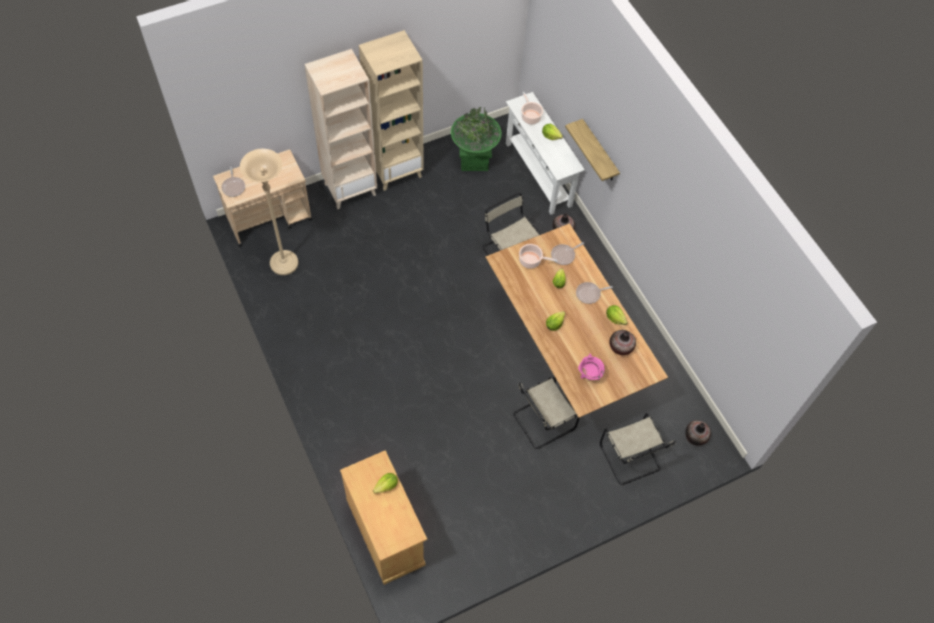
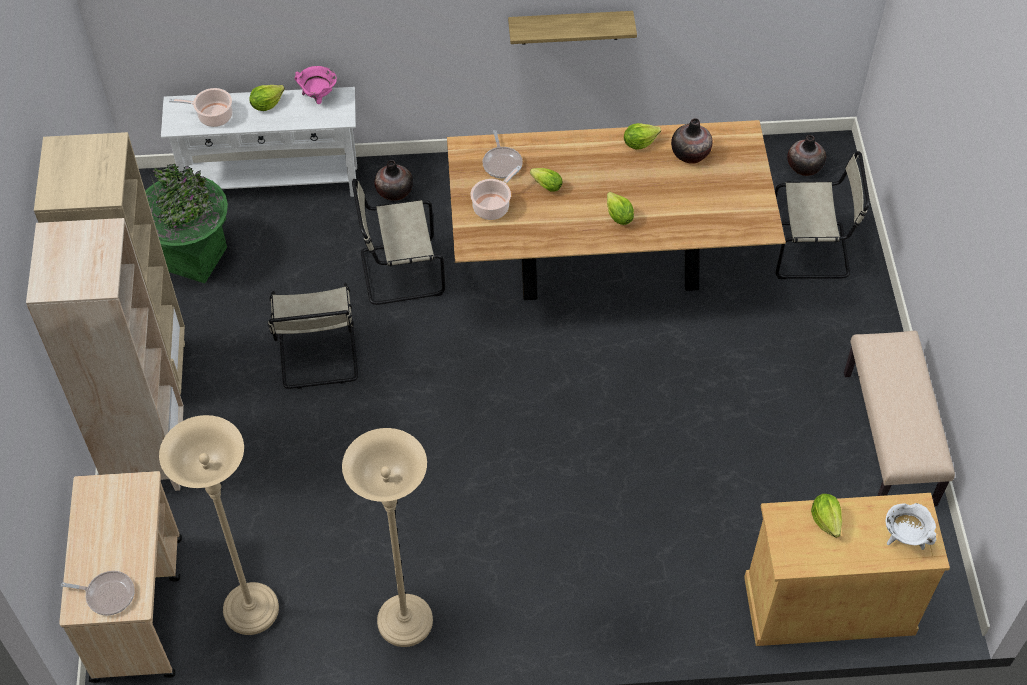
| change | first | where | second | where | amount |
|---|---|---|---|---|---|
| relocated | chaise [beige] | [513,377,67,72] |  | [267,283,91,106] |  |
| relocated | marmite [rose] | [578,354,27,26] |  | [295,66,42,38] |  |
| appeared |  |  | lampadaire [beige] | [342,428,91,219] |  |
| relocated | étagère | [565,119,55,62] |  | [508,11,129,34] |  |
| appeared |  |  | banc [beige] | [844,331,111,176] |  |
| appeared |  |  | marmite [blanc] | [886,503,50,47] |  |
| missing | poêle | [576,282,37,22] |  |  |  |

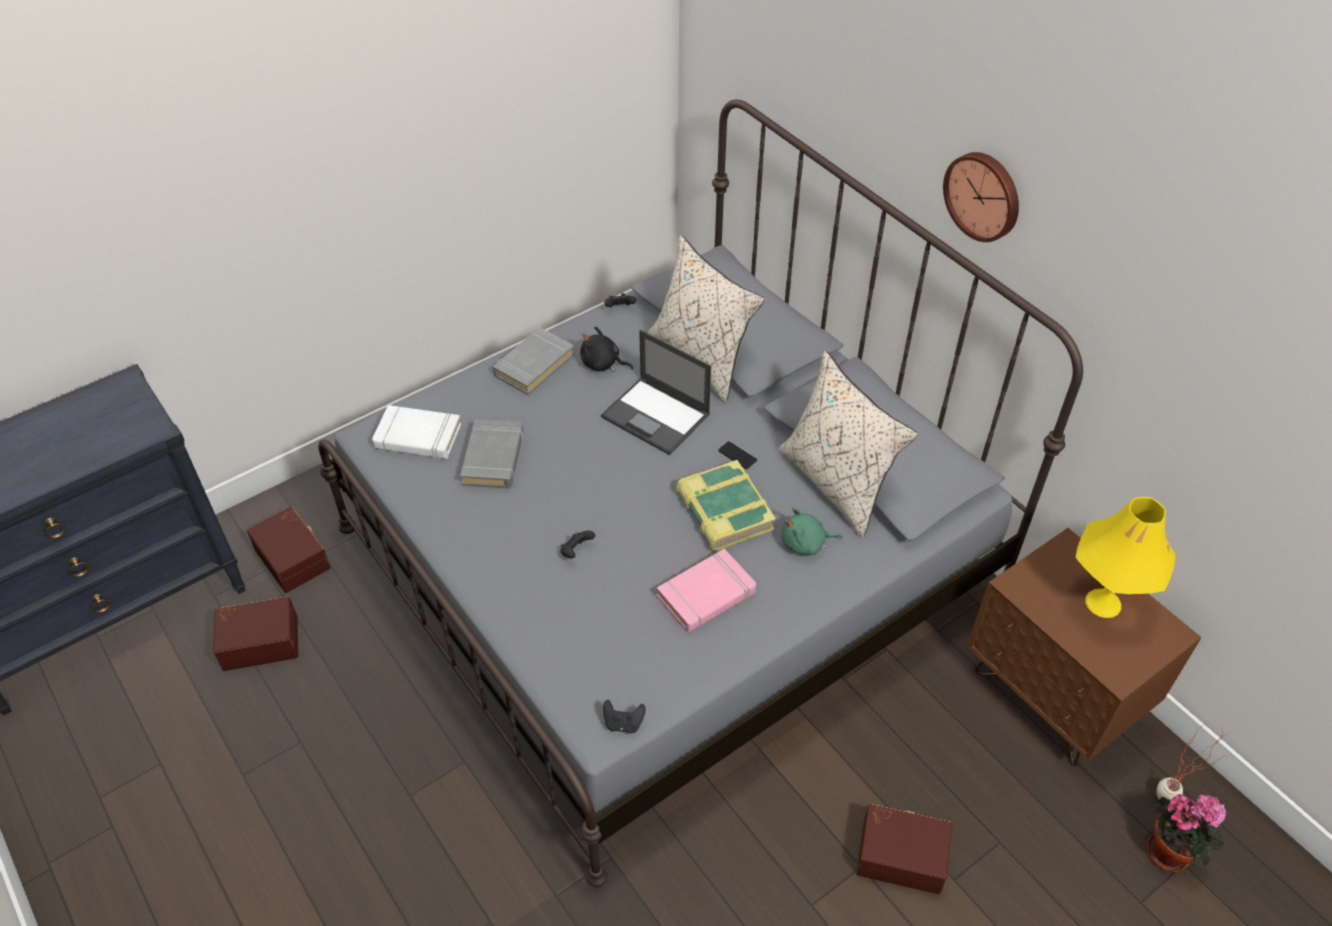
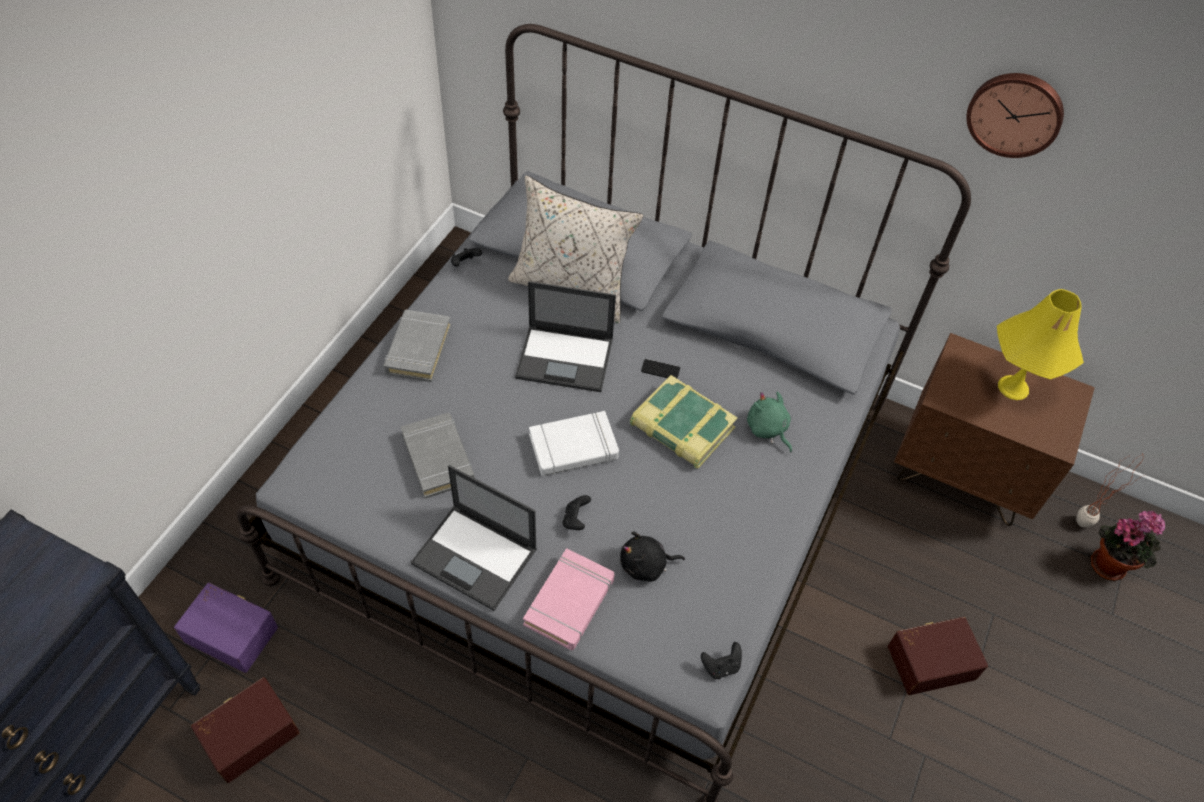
| change | first | where | second | where | amount |
|---|---|---|---|---|---|
| colour | boîte de rangement [marron] | [247,507,84,86] | boîte de rangement [violet] | [174,583,104,90] |  |
| appeared |  |  | ordinateur portable | [411,465,126,146] |  |
| relocated | livre [rose] | [657,549,99,84] |  | [523,548,92,102] |  |
| relocated | livre [blanc] | [372,405,89,54] |  | [529,411,90,65] |  |
| relocated | peluche [noir] | [580,327,53,45] |  | [620,532,65,50] |  |
| spun | peluche [vert] | [781,507,62,48] |  | [747,392,45,60] | 90 degrees clockwise |
| relocated | horloge murale | [943,152,76,90] |  | [966,73,98,85] |  |
| missing | coussin [beige] | [779,351,139,187] |  |  |  |

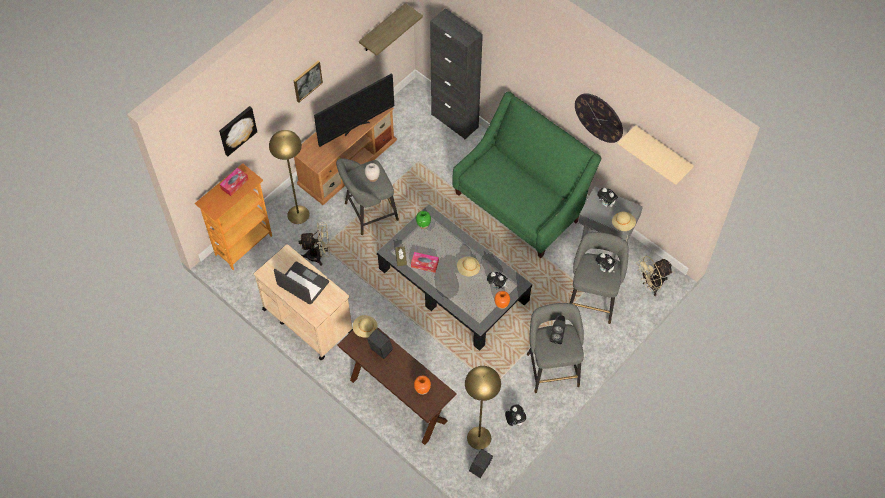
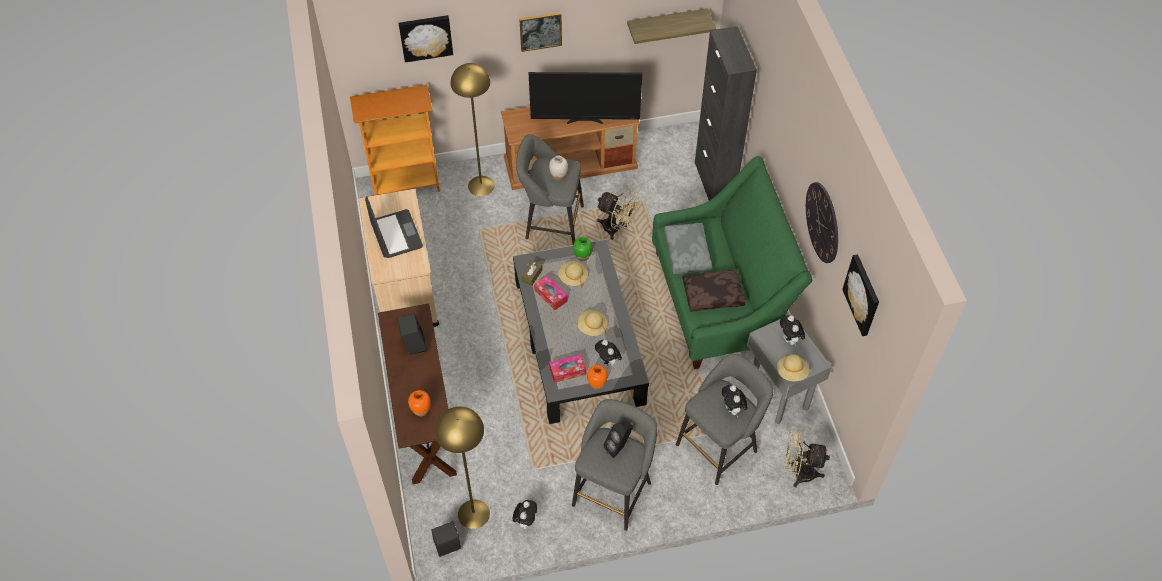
| change | first | where | second | where | amount |
|---|---|---|---|---|---|
| relocated | boîte à mouchoirs | [220,168,28,28] |  | [549,355,37,28] |  |
| relocated | chapeau [beige] | [353,315,24,23] |  | [558,261,30,27] |  |
| relocated | ventilateur [beige] | [299,222,31,44] |  | [596,188,43,52] |  |
| appeared |  |  | coussin [gris] | [664,223,48,51] |  |
| appeared |  |  | coussin [marron] | [683,269,63,43] |  |
| exchanged | étagère [beige] | [617,125,77,60] | tableau | [842,254,37,82] |  |

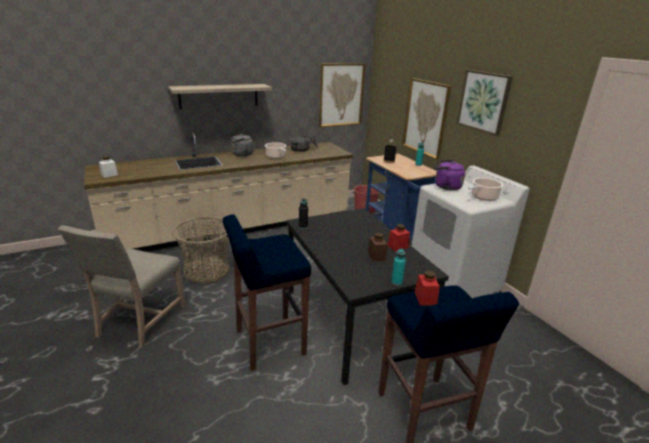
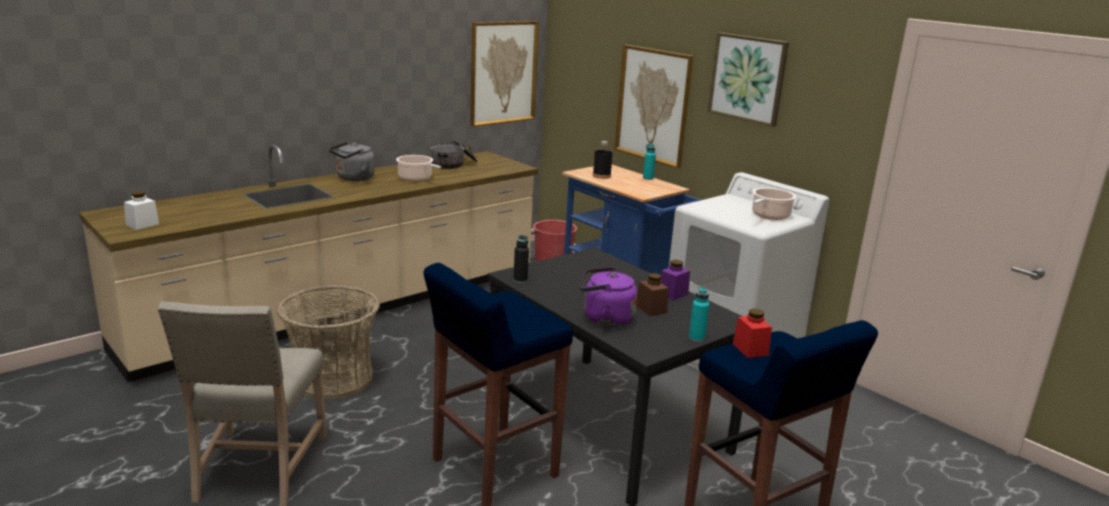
| change | first | where | second | where | amount |
|---|---|---|---|---|---|
| relocated | bouilloire [violet] | [434,160,31,30] |  | [580,267,57,60] |  |
| colour | bocal [rouge] | [387,224,23,27] | bocal [violet] | [661,260,29,41] |  |
| missing | étagère | [168,84,104,25] |  |  |  |

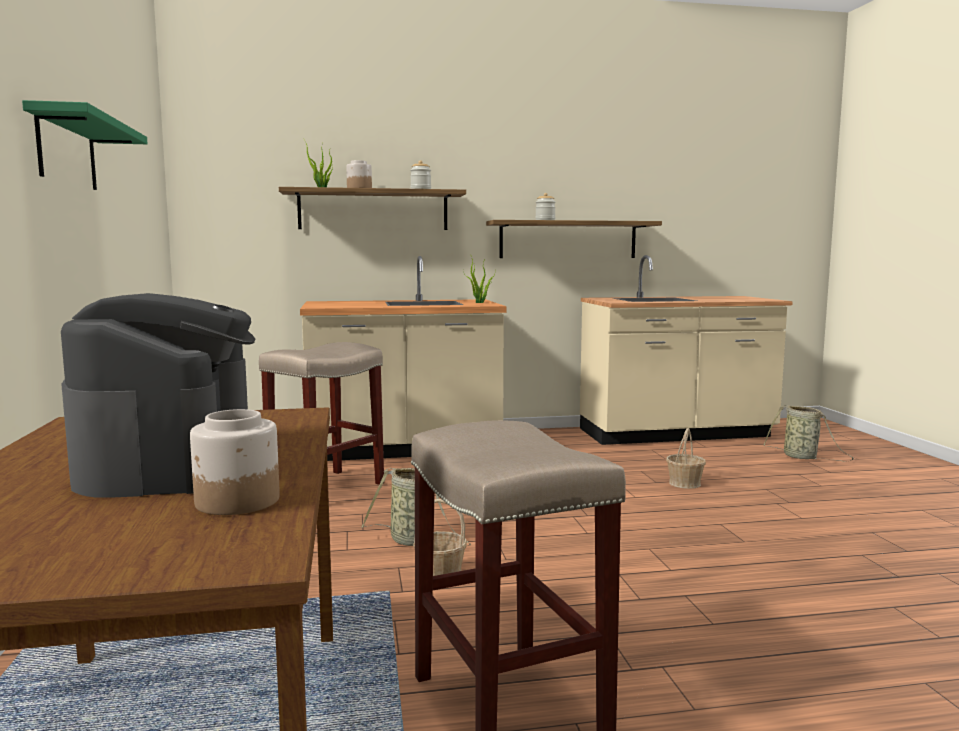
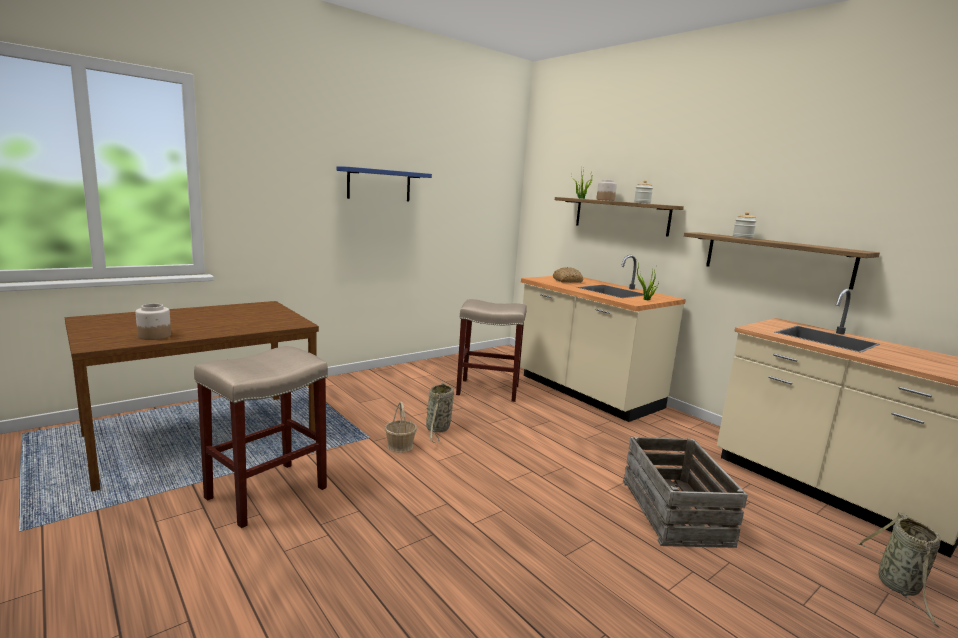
| change | first | where | second | where | amount |
|---|---|---|---|---|---|
| colour | étagère [vert] | [22,100,126,90] | étagère [bleu] | [336,166,96,35] |  |
| appeared |  |  | pain | [553,267,31,16] |  |
| exchanged | panier | [666,428,40,61] | caisse | [623,437,125,111] |  |
| missing | machine à café | [61,293,194,205] |  |  |  |

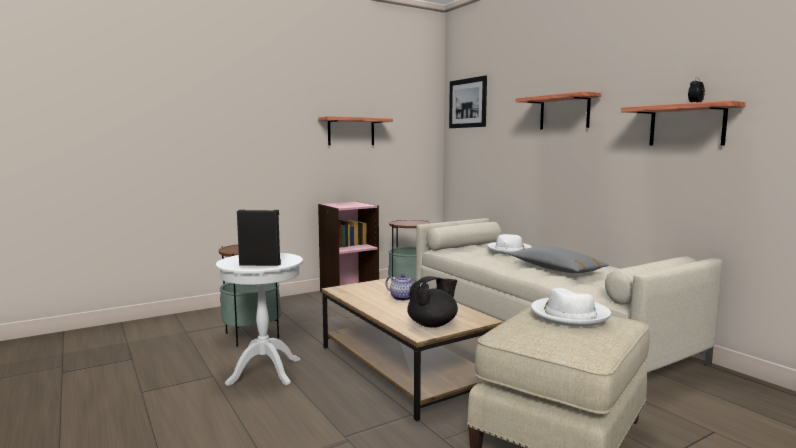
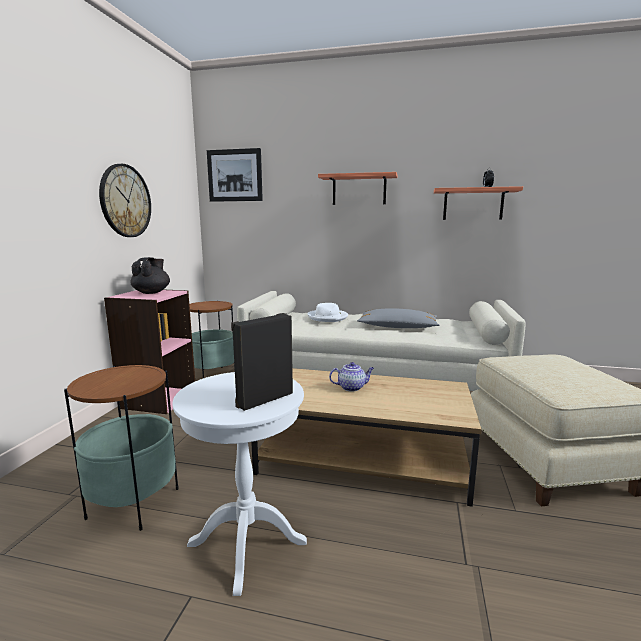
| change | first | where | second | where | amount |
|---|---|---|---|---|---|
| exchanged | étagère | [318,116,75,29] | horloge murale | [99,164,52,73] |  |
| relocated | théière [noir] | [407,276,51,52] |  | [130,257,40,37] |  |
| missing | chapeau [blanc] | [531,288,80,39] |  |  |  |

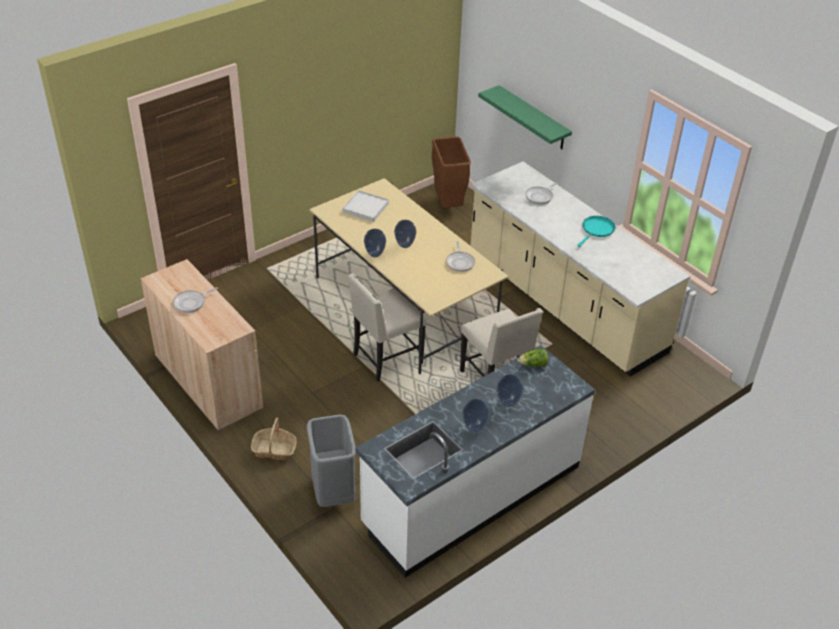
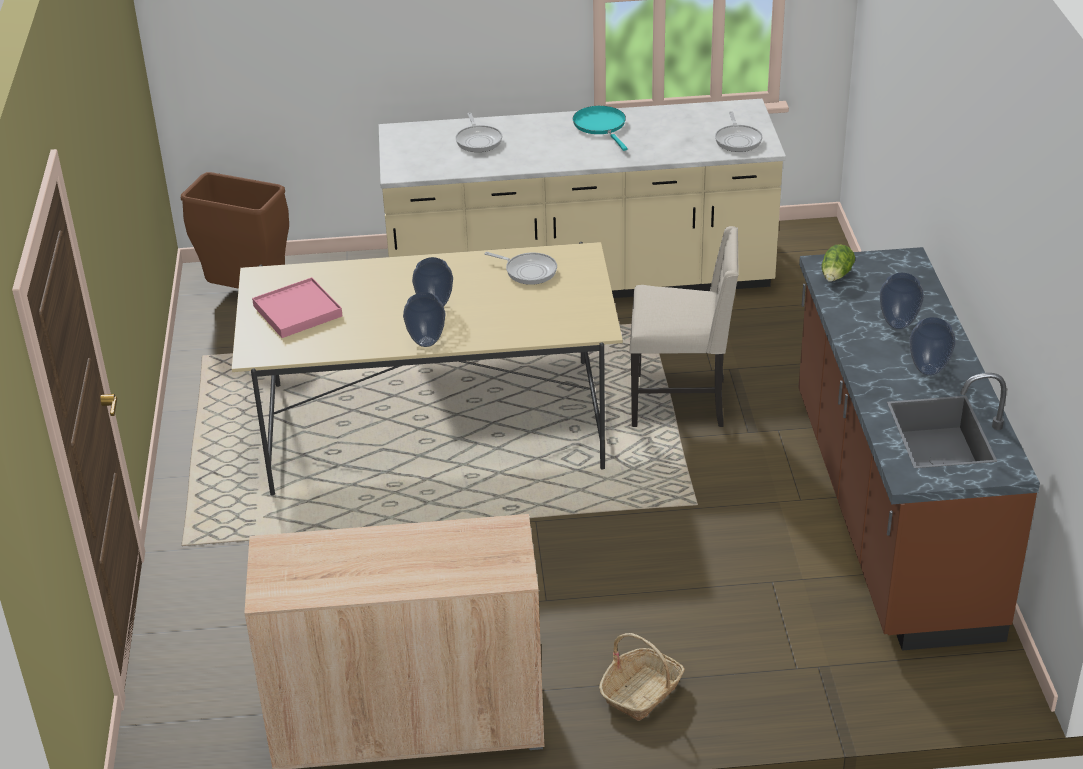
| change | first | where | second | where | amount |
|---|---|---|---|---|---|
| colour | plateau [blanc] | [342,190,47,32] | plateau [rose] | [252,277,91,61] |  |
| relocated | poêle | [173,287,45,26] |  | [715,111,48,41] |  |
| colour | comptoir de cuisine [blanc] | [355,345,240,233] | comptoir de cuisine [marron] | [798,247,242,404] |  |
| missing | poubelle [gris] | [307,415,49,92] |  |  |  |
| missing | chaise [beige] | [348,273,78,109] |  |  |  |
| missing | étagère [vert] | [478,85,94,64] |  |  |  |

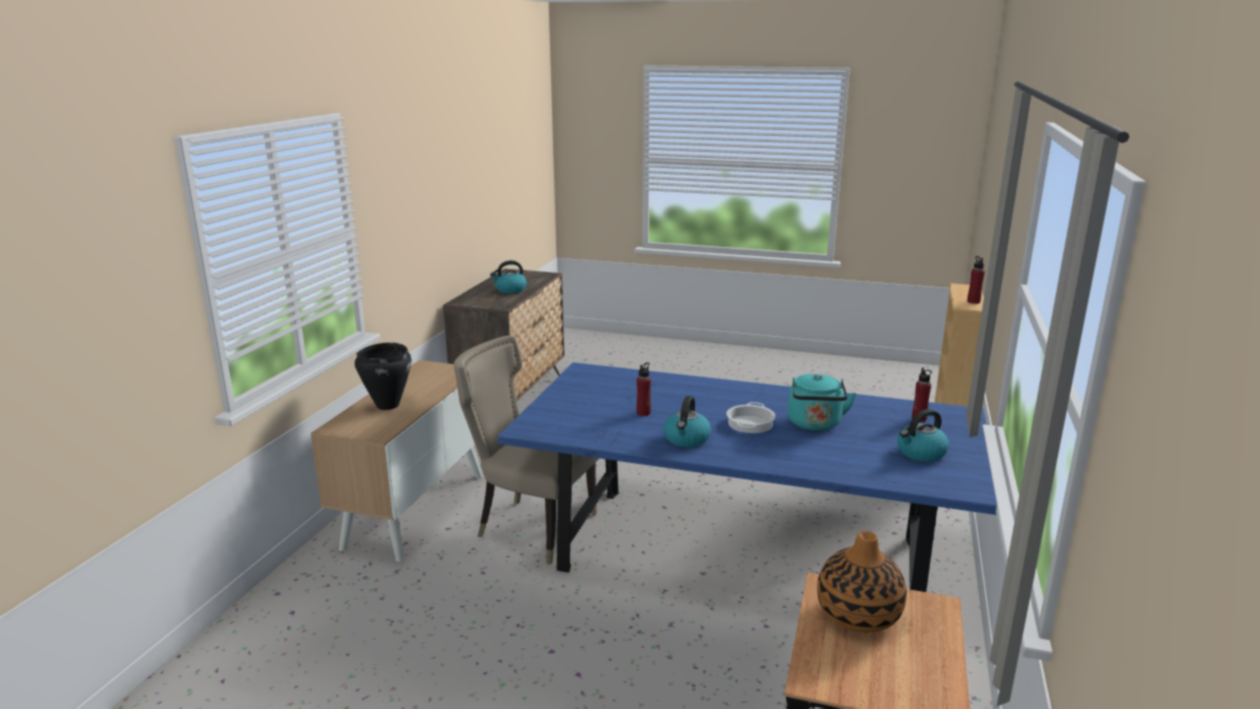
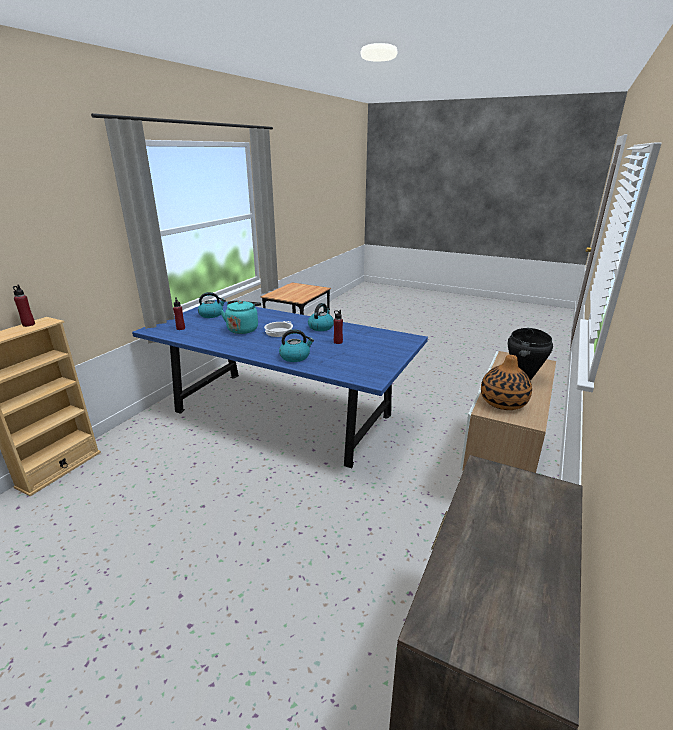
| change | first | where | second | where | amount |
|---|---|---|---|---|---|
| relocated | bouilloire | [490,260,37,33] |  | [279,329,35,33] |  |
| relocated | vase | [817,531,90,101] |  | [481,355,51,55] |  |
| missing | chaise [beige] | [454,335,145,230] |  |  |  |

